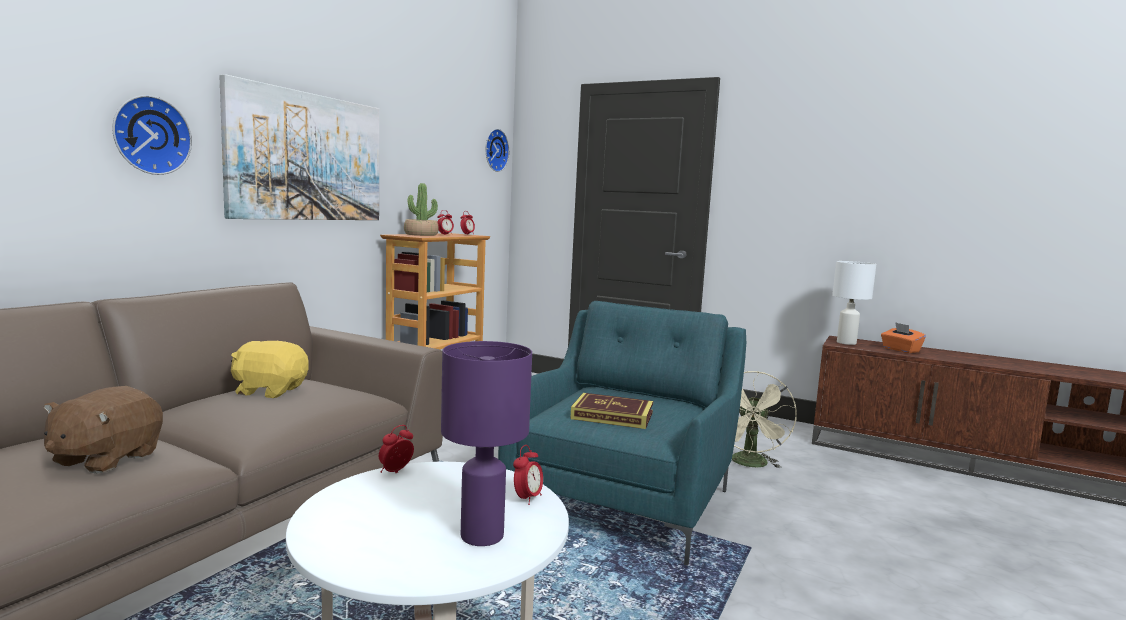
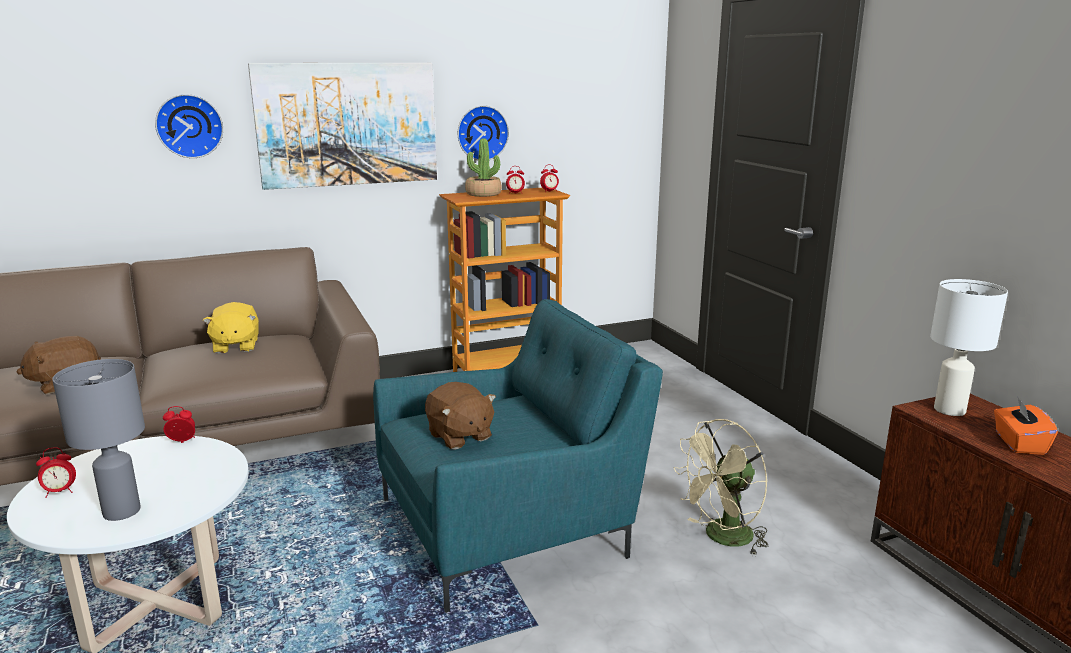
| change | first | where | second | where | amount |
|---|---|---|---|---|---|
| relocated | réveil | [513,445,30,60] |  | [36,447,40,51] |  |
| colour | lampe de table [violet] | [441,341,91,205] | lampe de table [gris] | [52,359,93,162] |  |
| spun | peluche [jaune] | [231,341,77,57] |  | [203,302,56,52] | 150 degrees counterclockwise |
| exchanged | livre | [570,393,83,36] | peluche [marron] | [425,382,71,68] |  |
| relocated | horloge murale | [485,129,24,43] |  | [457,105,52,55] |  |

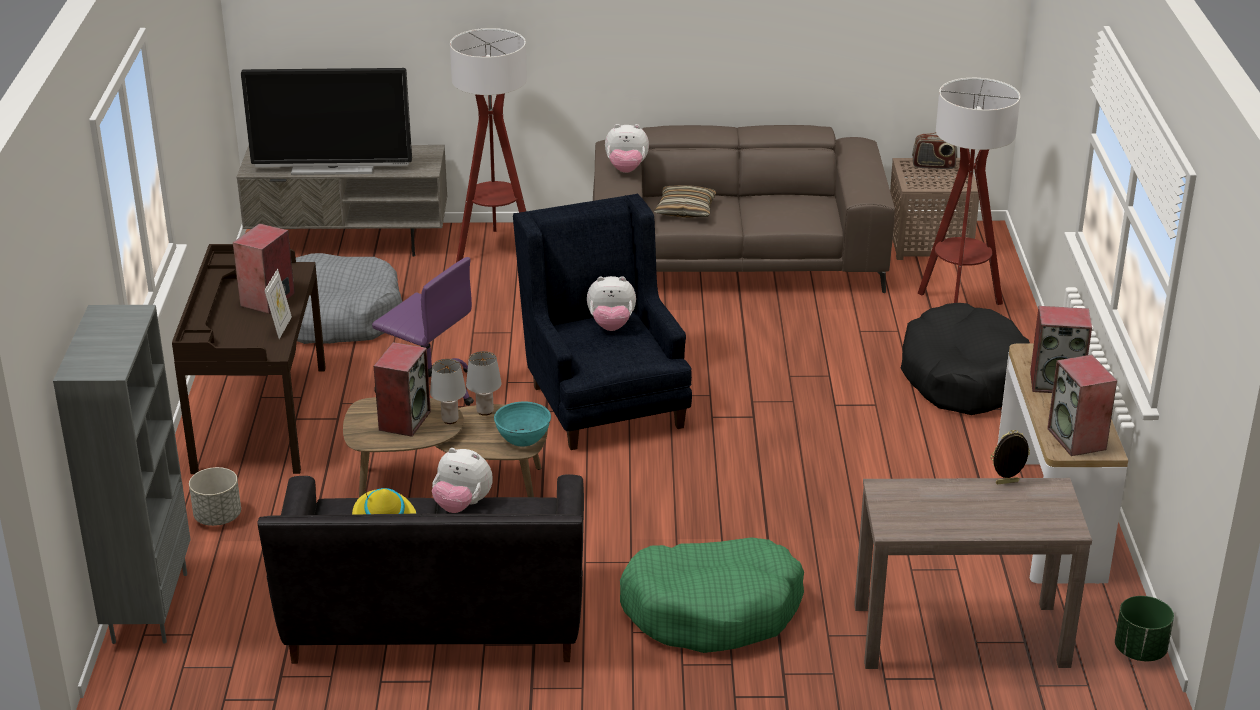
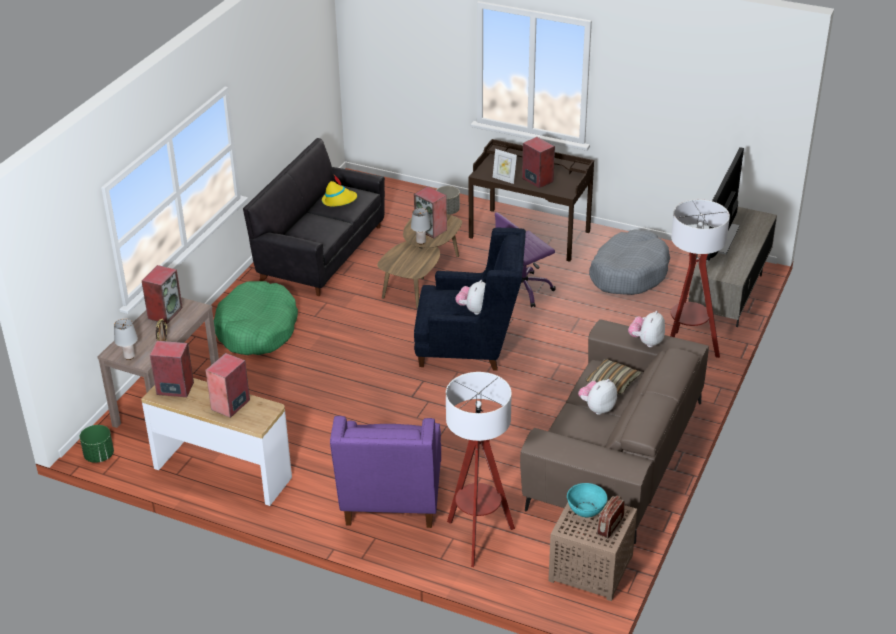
| change | first | where | second | where | amount |
|---|---|---|---|---|---|
| relocated | lampe de table [gris] | [466,351,36,65] |  | [114,319,24,41] |  |
| appeared |  |  | enceinte | [142,265,41,59] |  |
| exchanged | panier pour chien [noir] | [901,303,129,112] | fauteuil [violet] | [330,416,111,112] |  |
| relocated | bol [turquoise] | [494,402,57,45] |  | [567,483,40,35] |  |
| relocated | peluche | [432,448,61,65] |  | [578,379,39,36] |  |
| missing | bibliothèque [gris] | [53,305,138,339] |  |  |  |

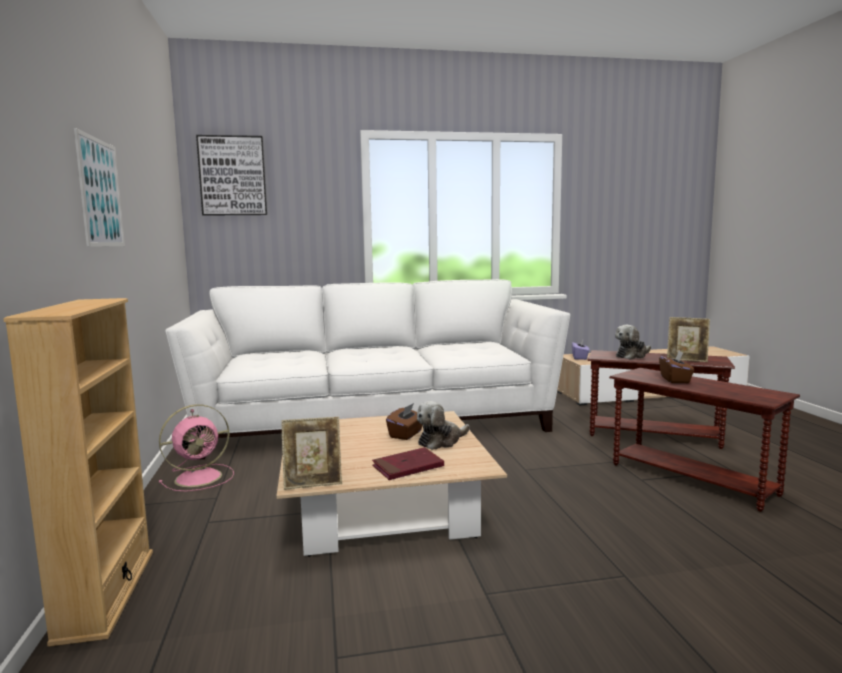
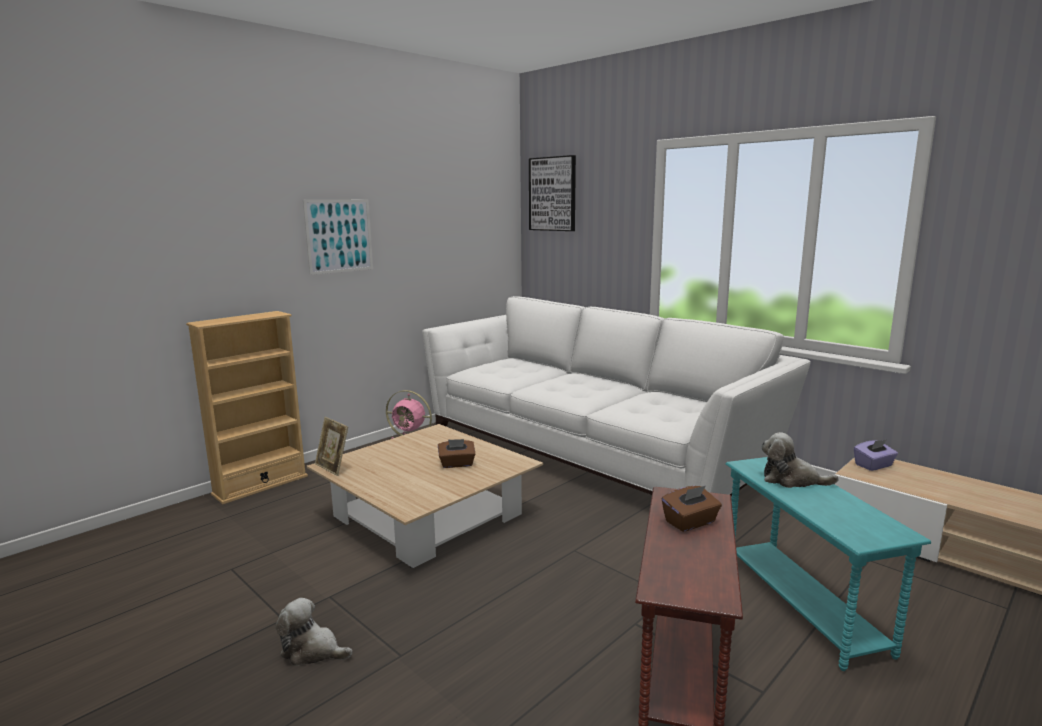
| change | first | where | second | where | amount |
|---|---|---|---|---|---|
| relocated | peluche | [417,401,53,49] |  | [276,598,77,68] |  |
| colour | table d'appoint [marron] | [588,350,147,99] | table d'appoint [turquoise] | [726,457,205,214] |  |
| missing | livre [rouge] | [372,447,72,33] |  |  |  |
| missing | cadre photo | [667,317,43,45] |  |  |  |

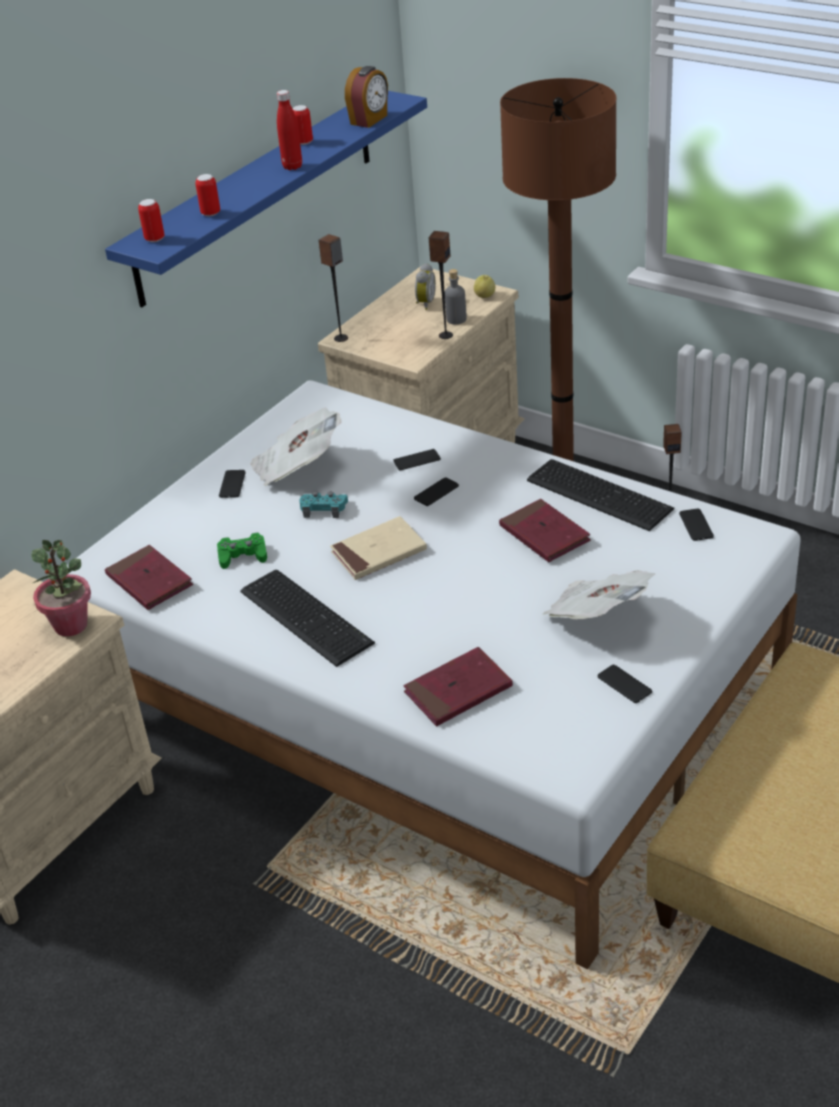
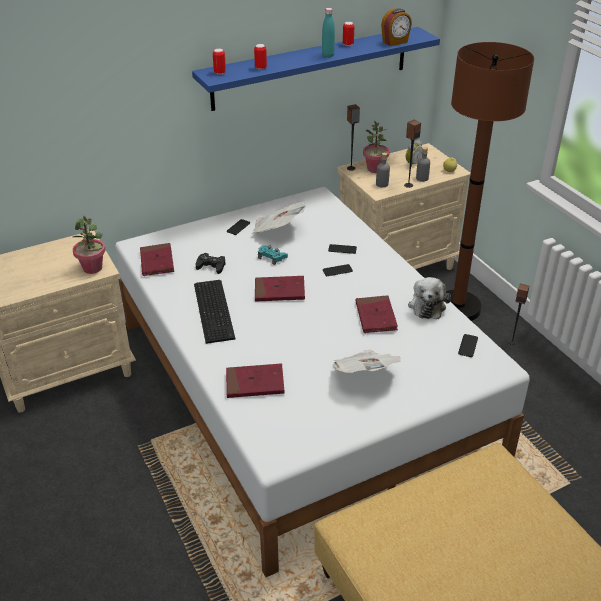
| change | first | where | second | where | amount |
|---|---|---|---|---|---|
| colour | manette [vert] | [217,533,50,36] | manette [noir] | [196,253,30,21] |  |
| colour | livre [beige] | [330,516,97,64] | livre [rouge] | [255,276,50,26] |  |
| colour | bouteille [rouge] | [277,90,25,80] | bouteille [turquoise] | [322,8,13,50] |  |
| appeared |  |  | plante en pot | [363,120,27,53] |  |
| appeared |  |  | bouteille [gris] | [376,153,14,35] |  |
| exchanged | clavier | [527,459,147,72] | peluche | [408,277,43,42] |  |
| missing | téléphone | [598,665,54,38] |  |  |  |

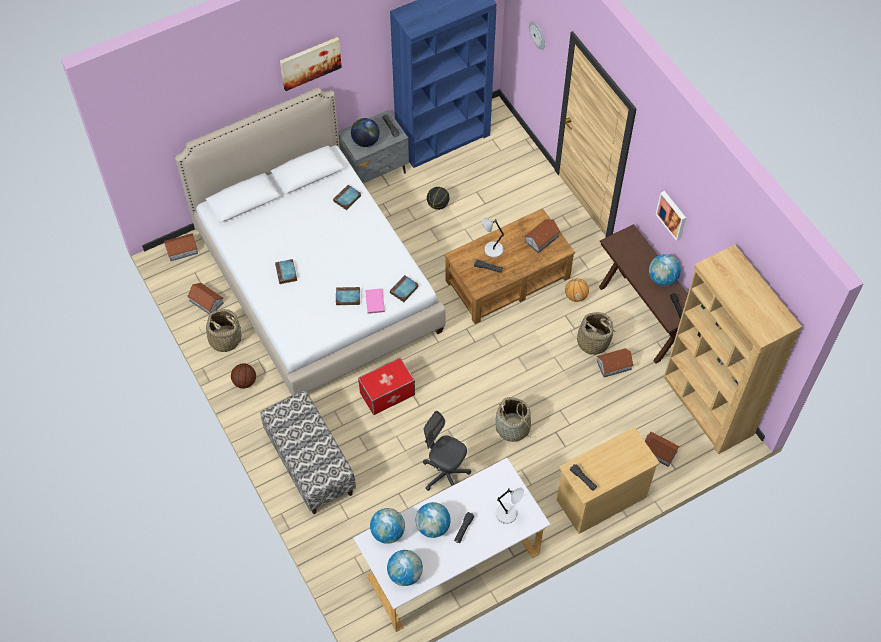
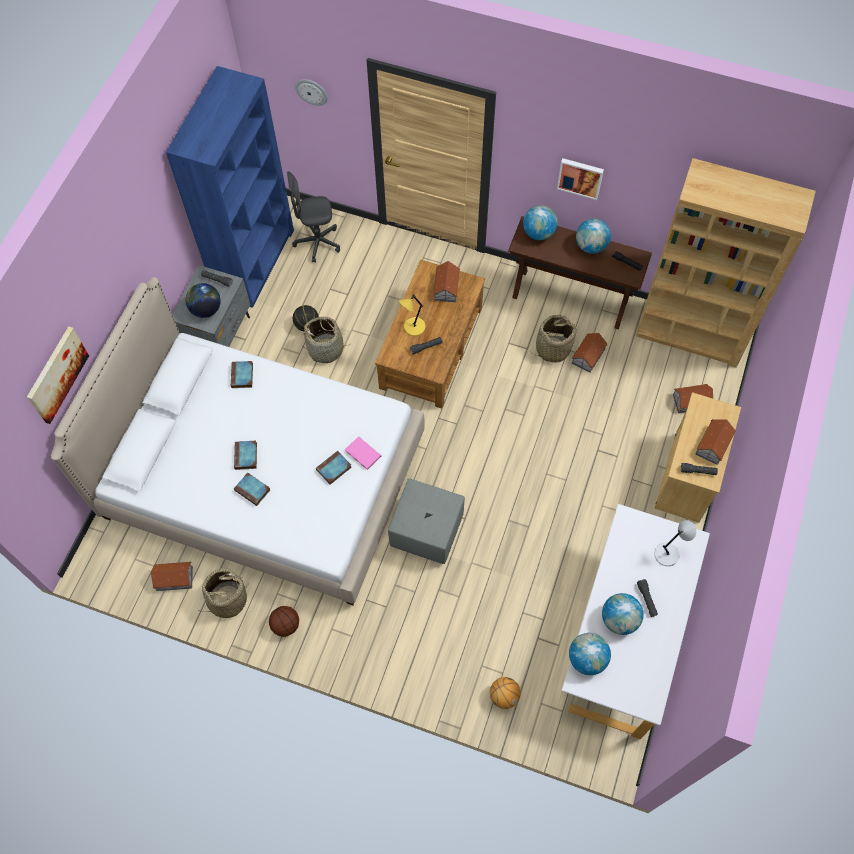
| change | first | where | second | where | amount |
|---|---|---|---|---|---|
| relocated | tableau | [280,37,62,54] |  | [27,326,62,98] |  |
| relocated | livre | [390,275,28,27] |  | [234,441,23,29] |  |
| relocated | chaise de bureau [gris] | [423,411,48,80] |  | [287,171,53,92] |  |
| relocated | panier | [495,397,37,45] |  | [302,317,50,46] |  |
| exchanged | boîte de rangement | [358,357,57,58] | pouf [gris] | [388,478,77,86] |  |
| colour | lampe de table [gris] | [482,218,22,40] | lampe de table [jaune] | [399,294,26,42] |  |
| relocated | ballon de basket | [565,278,24,24] |  | [490,677,31,32] |  |
| relocated | globe | [387,550,36,36] |  | [523,205,35,35] |  |
| relocated | maison miniature | [164,234,34,27] |  | [696,419,40,46] |  |
| missing | banc | [261,391,95,123] |  |  |  |

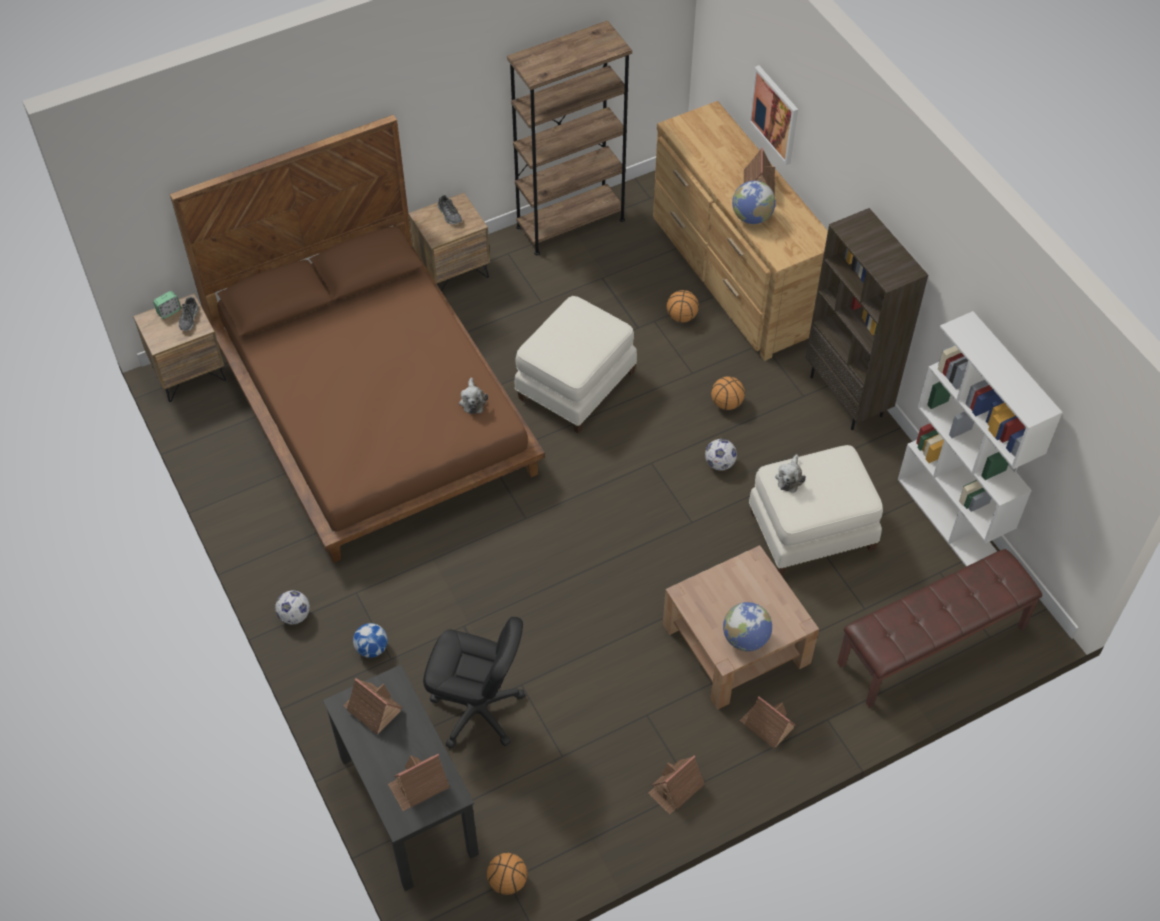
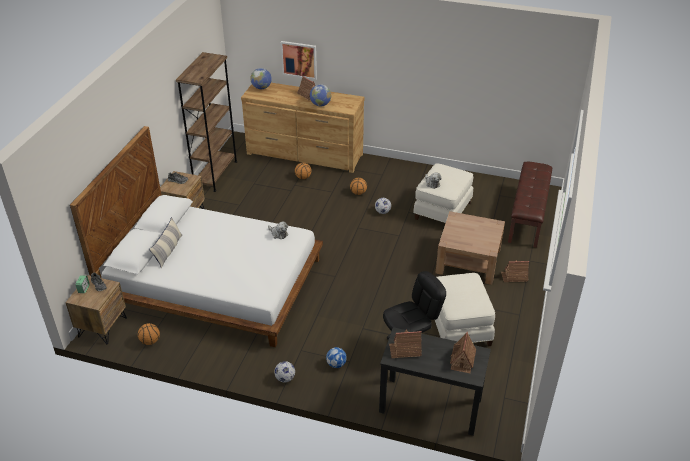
| change | first | where | second | where | amount |
|---|---|---|---|---|---|
| colour | lit [marron] | [170,115,375,448] | lit [blanc] | [70,126,253,221] |  |
| relocated | ballon de basket | [487,853,41,42] |  | [138,323,22,22] |  |
| appeared |  |  | coussin | [149,217,33,51] |  |
| relocated | globe | [723,602,49,49] |  | [250,68,22,21] |  |
| relocated | pouf [blanc] | [514,296,123,138] |  | [435,273,60,73] |  |
| missing | maison miniature | [648,756,57,58] |  |  |  |
| missing | bibliothèque [marron] | [806,208,122,222] |  |  |  |
| missing | bibliothèque [blanc] | [898,311,165,256] |  |  |  |

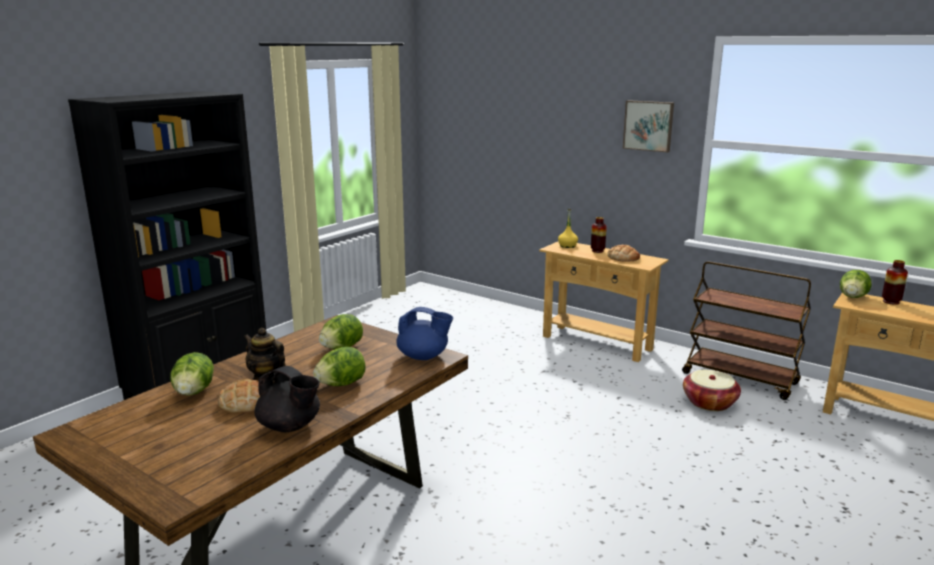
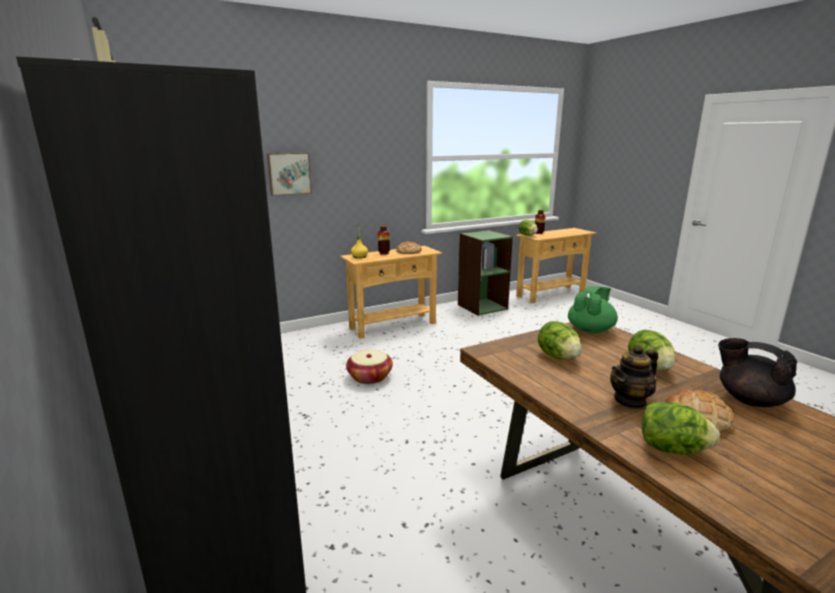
| change | first | where | second | where | amount |
|---|---|---|---|---|---|
| relocated | tableau | [623,100,51,53] |  | [267,153,45,43] |  |
| relocated | panier | [683,370,58,41] |  | [346,349,47,35] |  |
| exchanged | chariot [marron] | [682,261,129,139] | bibliothèque [vert] | [458,230,55,86] |  |
| colour | théière [bleu] | [397,307,56,53] | théière [vert] | [568,286,50,47] |  |
| spun | théière [noir] | [254,366,66,66] |  | [718,338,80,69] | 105 degrees counterclockwise |

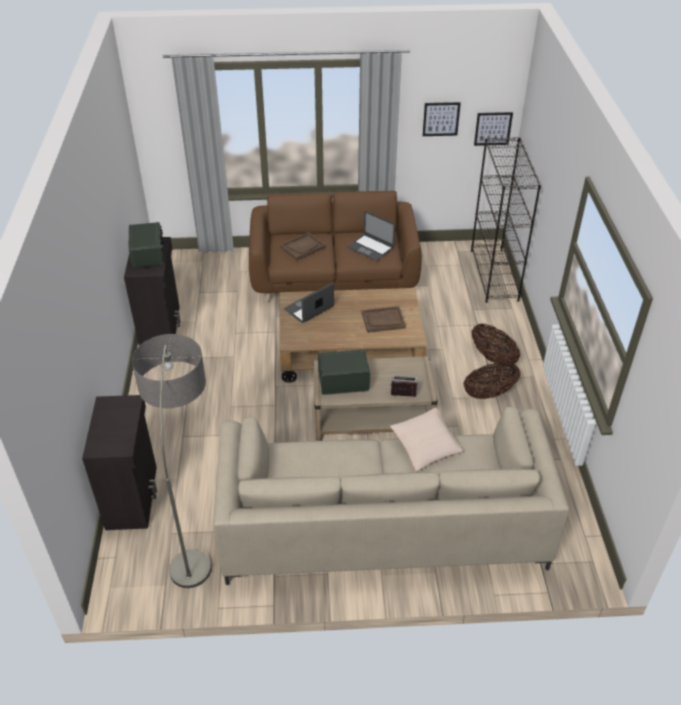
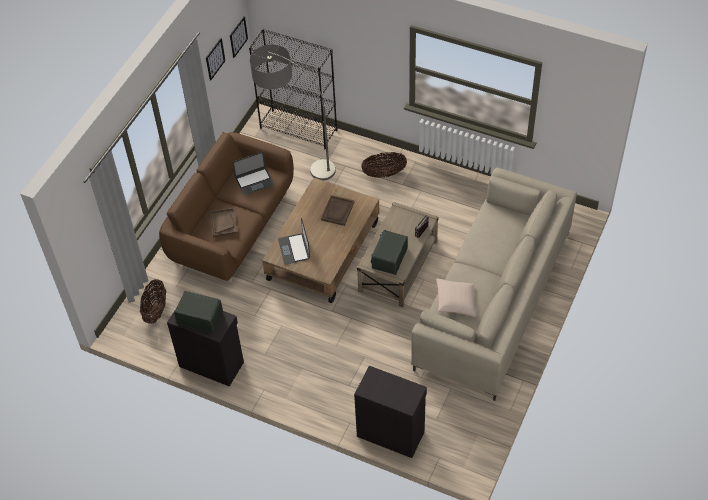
| change | first | where | second | where | amount |
|---|---|---|---|---|---|
| relocated | panier | [463,362,58,37] |  | [140,279,26,45] |  |
| relocated | lampadaire | [132,334,79,254] |  | [250,44,86,136] |  |
| relocated | coussin [beige] | [390,408,74,64] |  | [436,278,40,39] |  |

